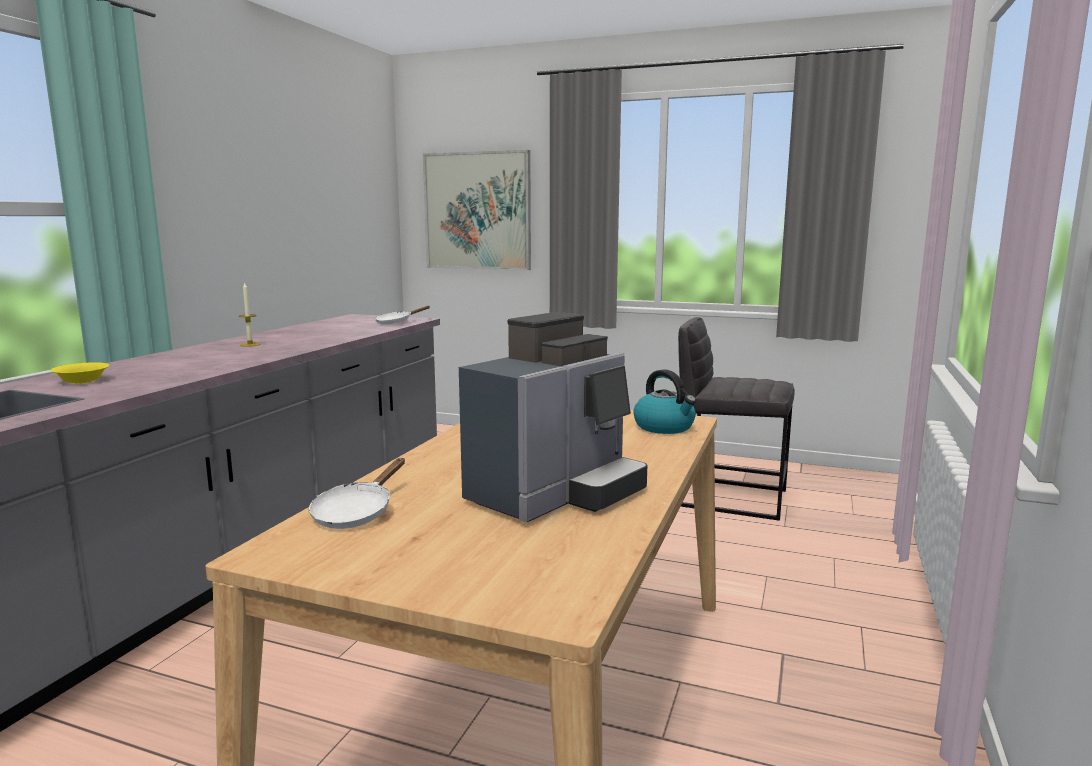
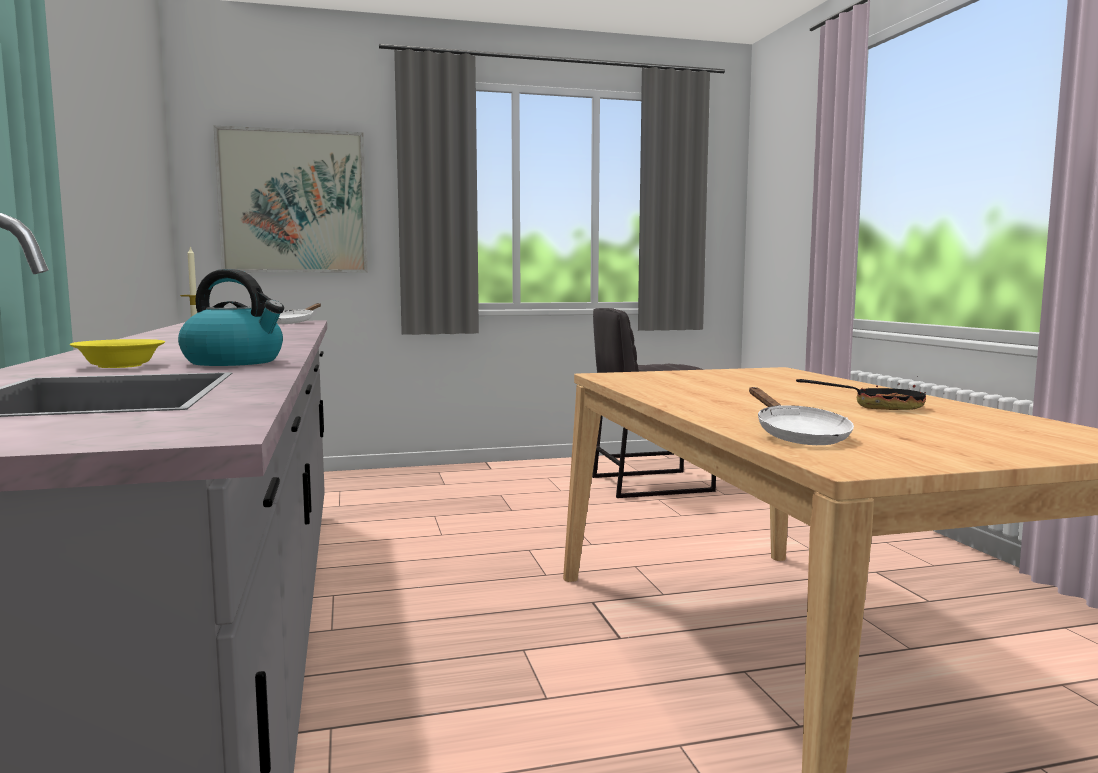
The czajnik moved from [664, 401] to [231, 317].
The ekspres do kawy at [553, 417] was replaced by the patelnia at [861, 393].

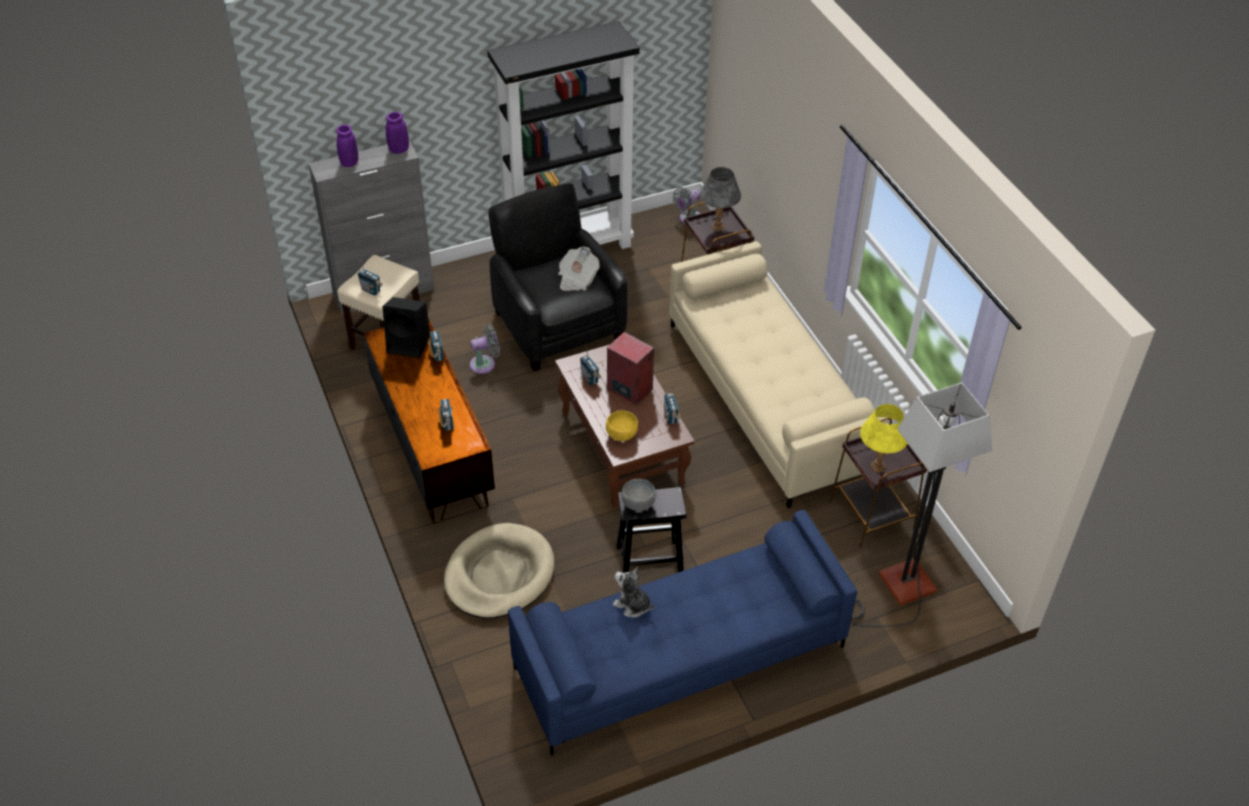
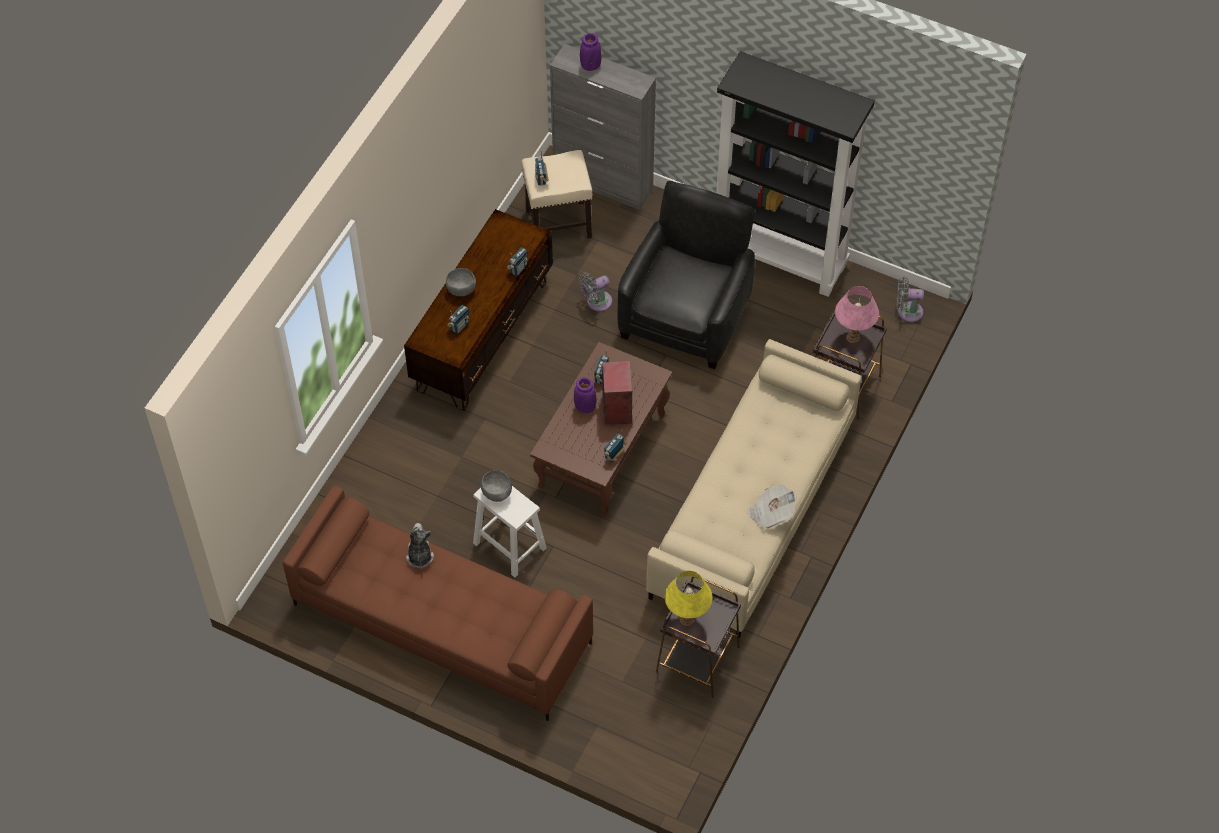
The kanapa (niebieski) at [682, 632] became the kanapa (brązowy) at [438, 603].
The miska (szary) at [461, 282] appeared.
The stołek (czarny) at [652, 530] became the stołek (biały) at [510, 531].
The wazon (fioletowy) moved from [397, 133] to [585, 395].
The wentylator (szary) at [485, 349] turned 120 degrees clockwise.
The gazeta moved from [579, 268] to [772, 507].
The lampa stołowa (szary) at [720, 199] became the lampa stołowa (różowy) at [857, 315].
The głośnik (czarny) at [406, 327] disappeared.
The legowisko (beżowy) at [499, 571] disappeared.
The miska (żółty) at [622, 425] disappeared.
The lampa stojąca at [921, 504] disappeared.

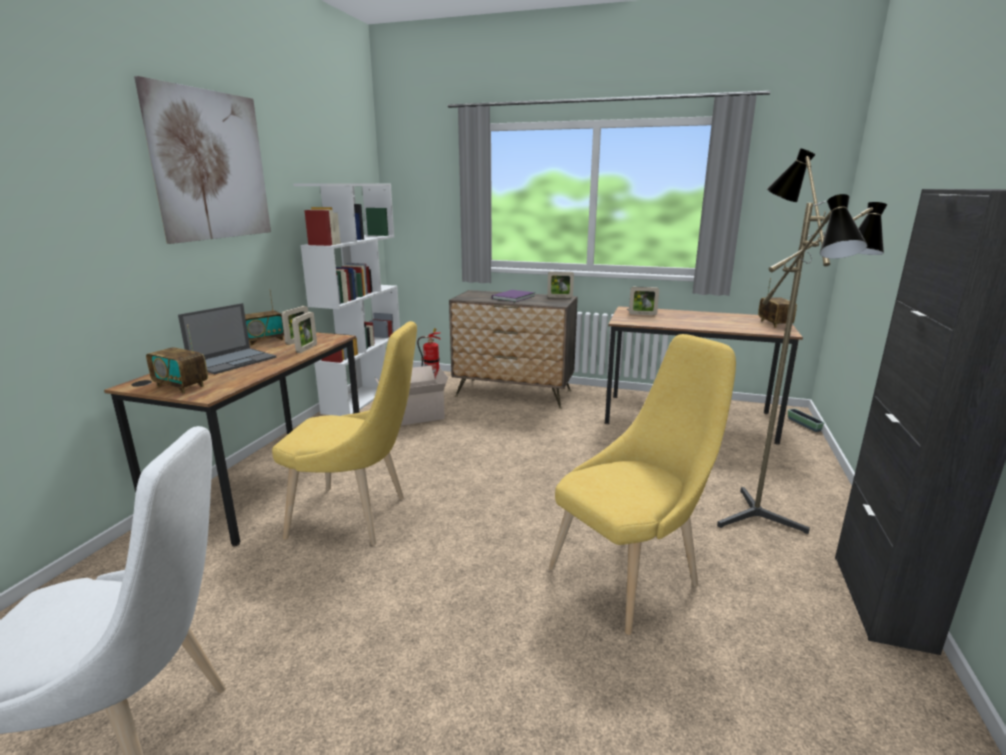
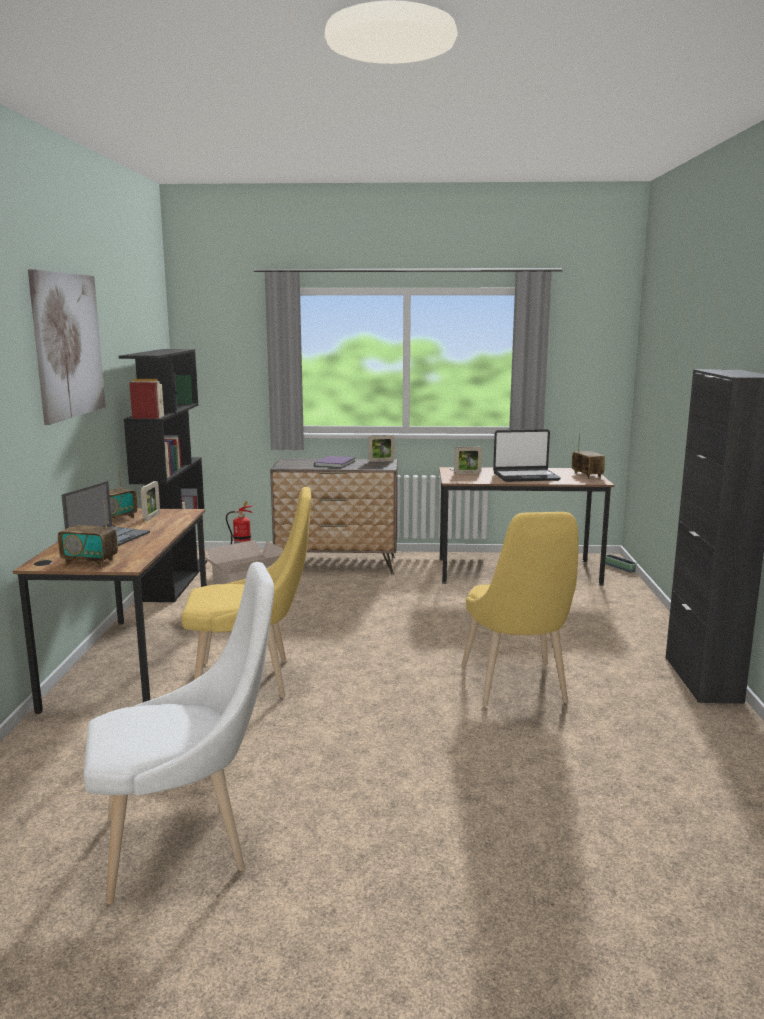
The regał (biały) at [346, 299] became the regał (czarny) at [163, 475].
The krzesło (żółty) at [642, 484] turned 135 degrees clockwise.
The laptop at [527, 455] appeared.
The ramka na zdjęcie at [304, 332] disappeared.
The lampa stojąca at [802, 341] disappeared.

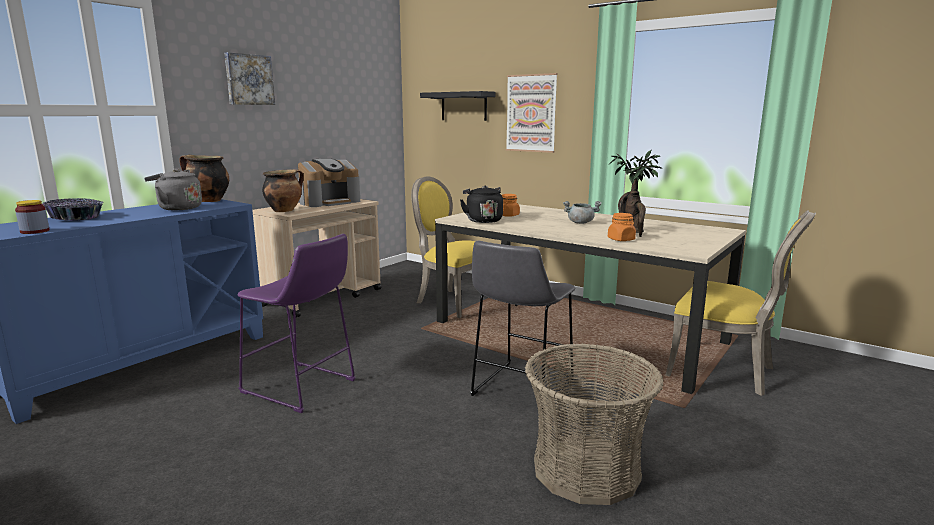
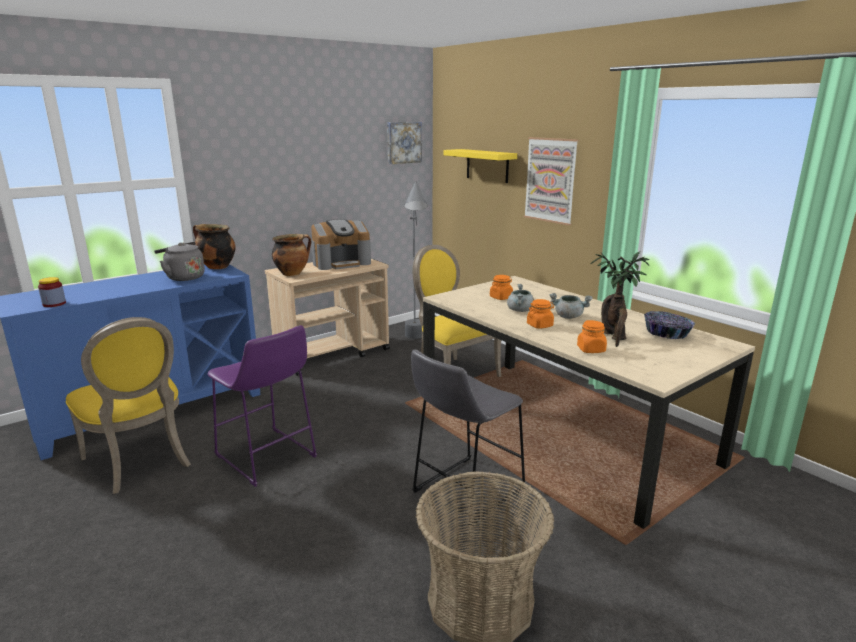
The krzesło (żółty) moved from [741, 303] to [128, 405].
The obraz moved from [250, 78] to [404, 143].
The lampa stojąca (szary) at [415, 260] appeared.
The półka (czarny) at [458, 106] became the półka (żółty) at [480, 166].
The garnek (szary) at [520, 298] appeared.
The słoik (pomarańczowy) at [540, 314] appeared.
The miska moved from [73, 209] to [669, 325].
The czajnik (czarny) at [481, 204] disappeared.

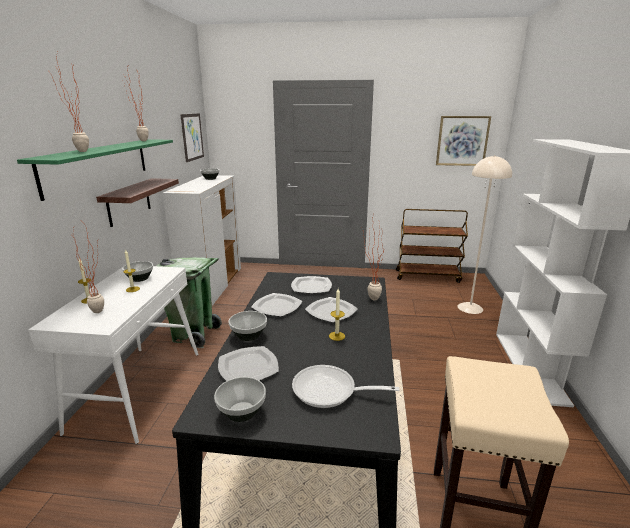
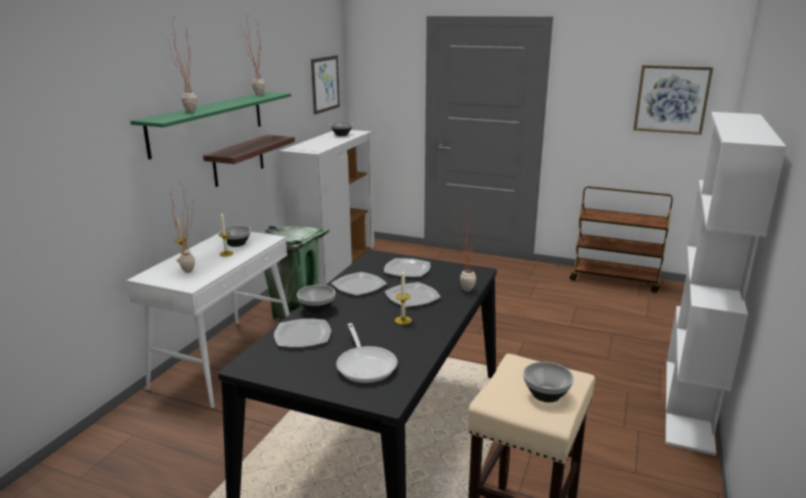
The patelnia at [345, 386] turned 135 degrees counterclockwise.
The miska moved from [240, 399] to [548, 382].
The lampa stojąca (beżowy) at [485, 234] disappeared.

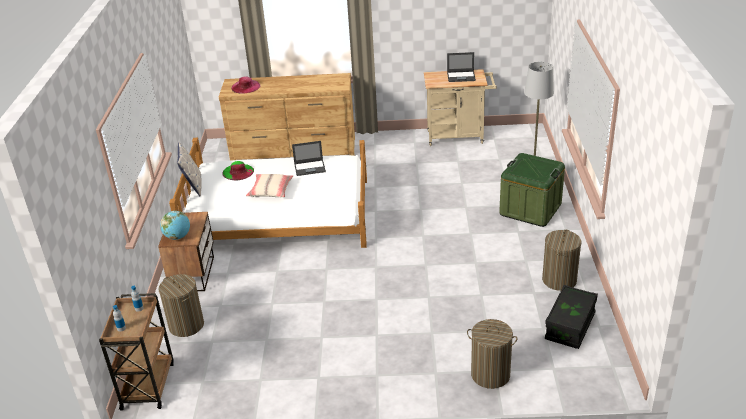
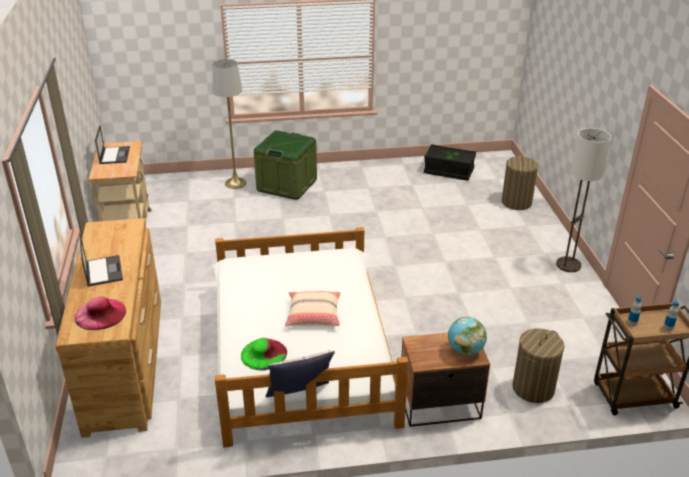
The laptop moved from [309, 158] to [101, 260].
The lampa stojąca at [584, 200] appeared.
The kosz na pranie at [561, 260] disappeared.

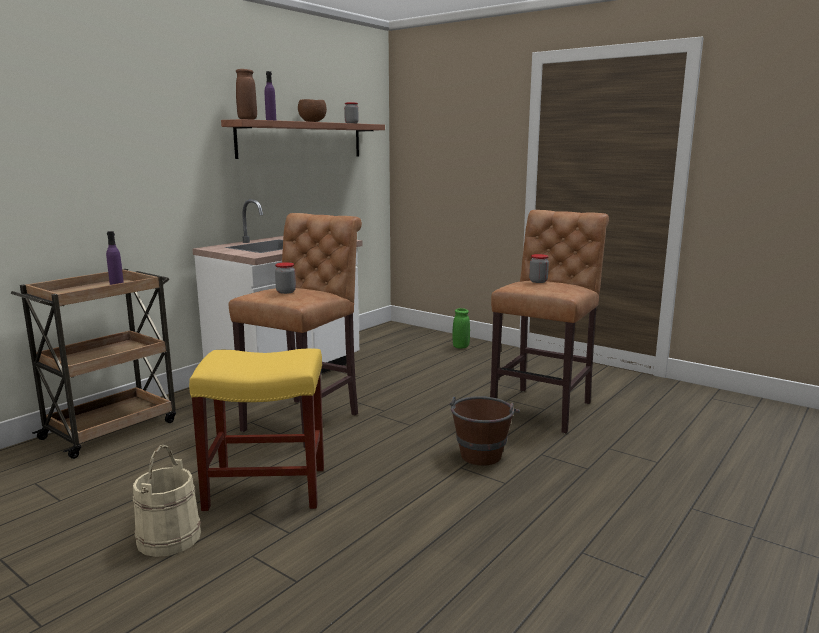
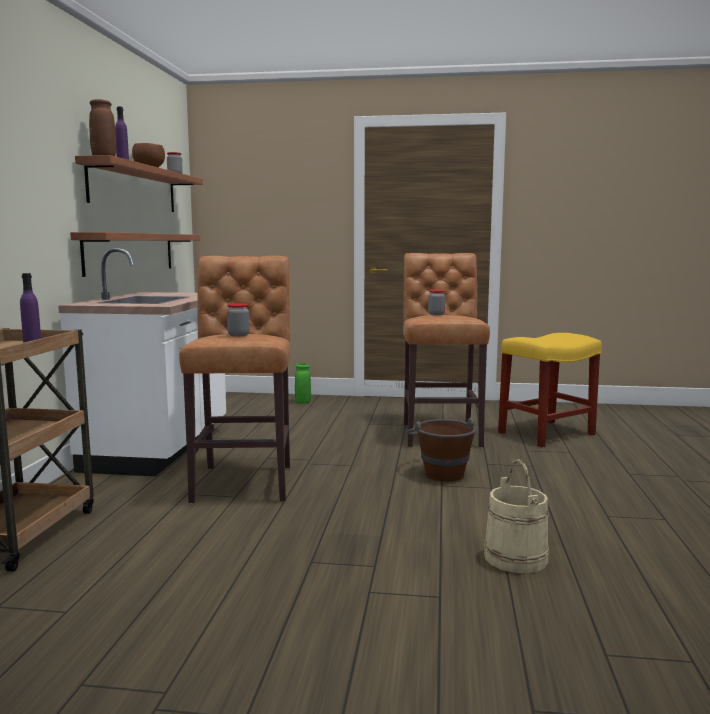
The półka at [135, 254] appeared.
The wiadro (beżowy) moved from [167, 501] to [516, 516].
The stołek (żółty) moved from [256, 430] to [550, 390].

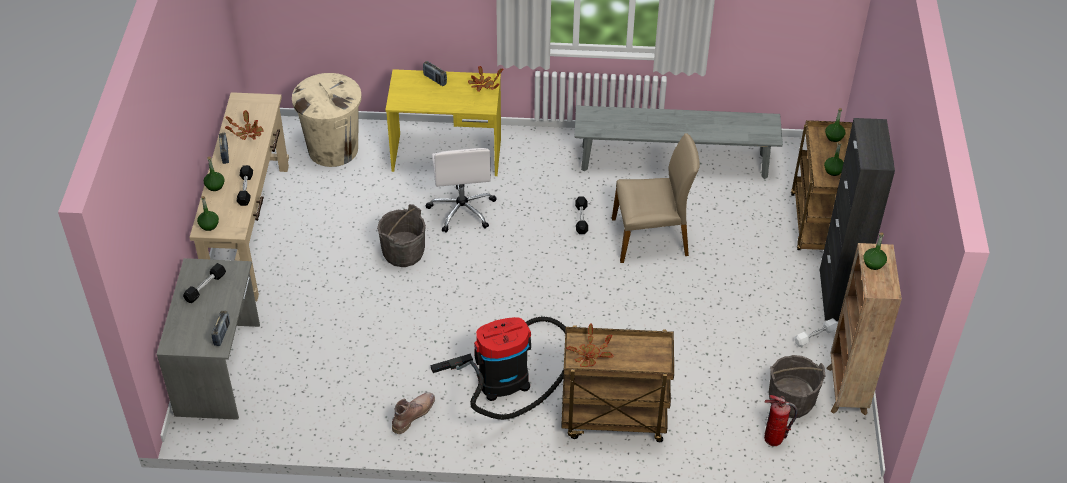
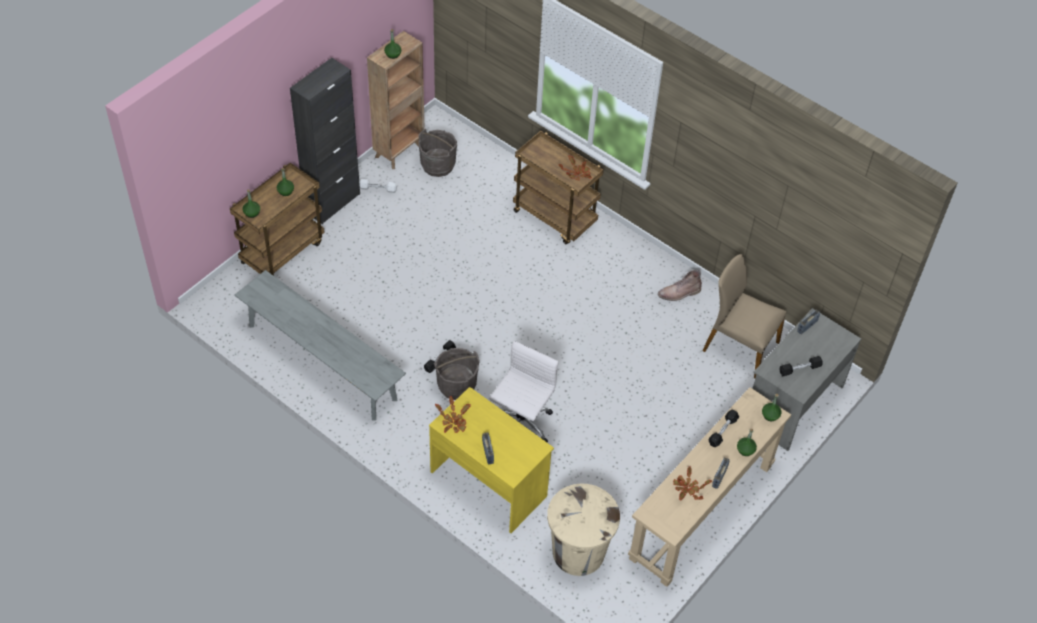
The wiadro (szary) moved from [401, 235] to [457, 374].
The krzesło (beżowy) moved from [656, 198] to [744, 316].
The odkurzacz at [498, 368] disappeared.
The gaśnica at [781, 420] disappeared.

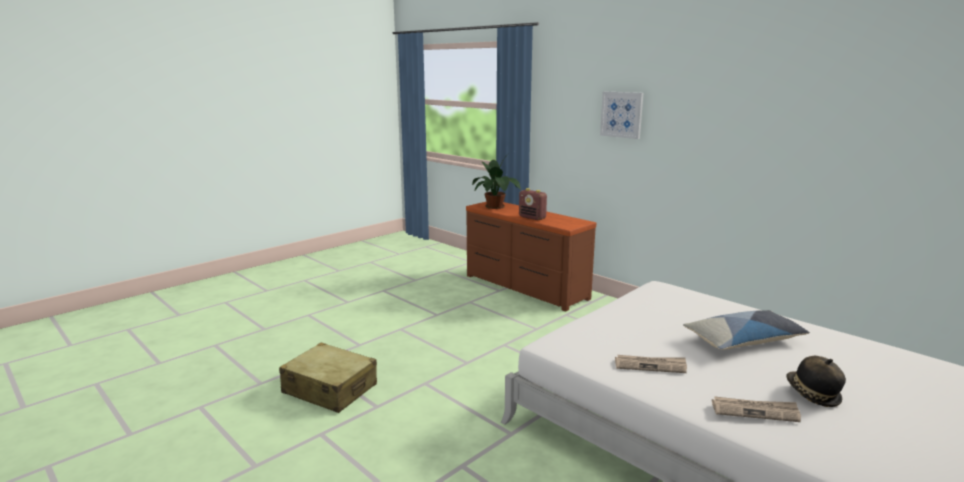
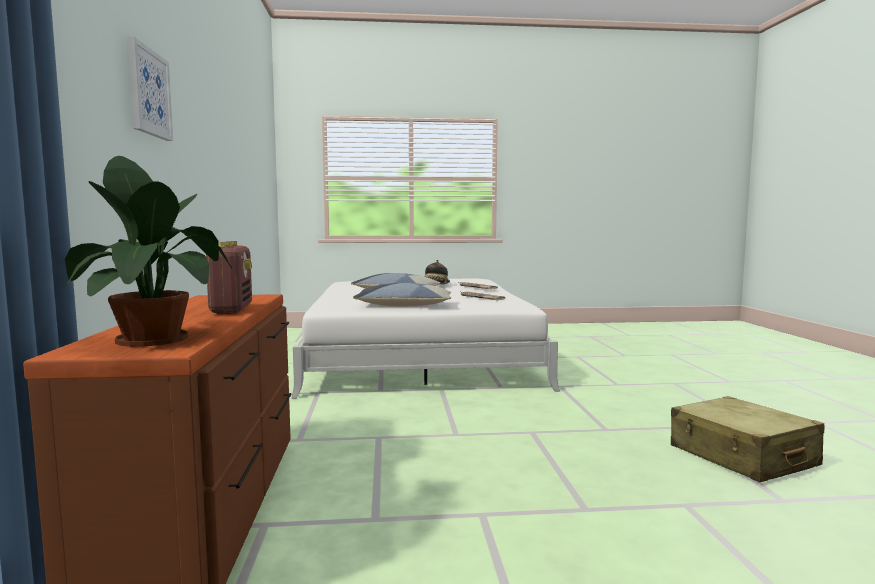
The poduszka at [402, 295] appeared.

